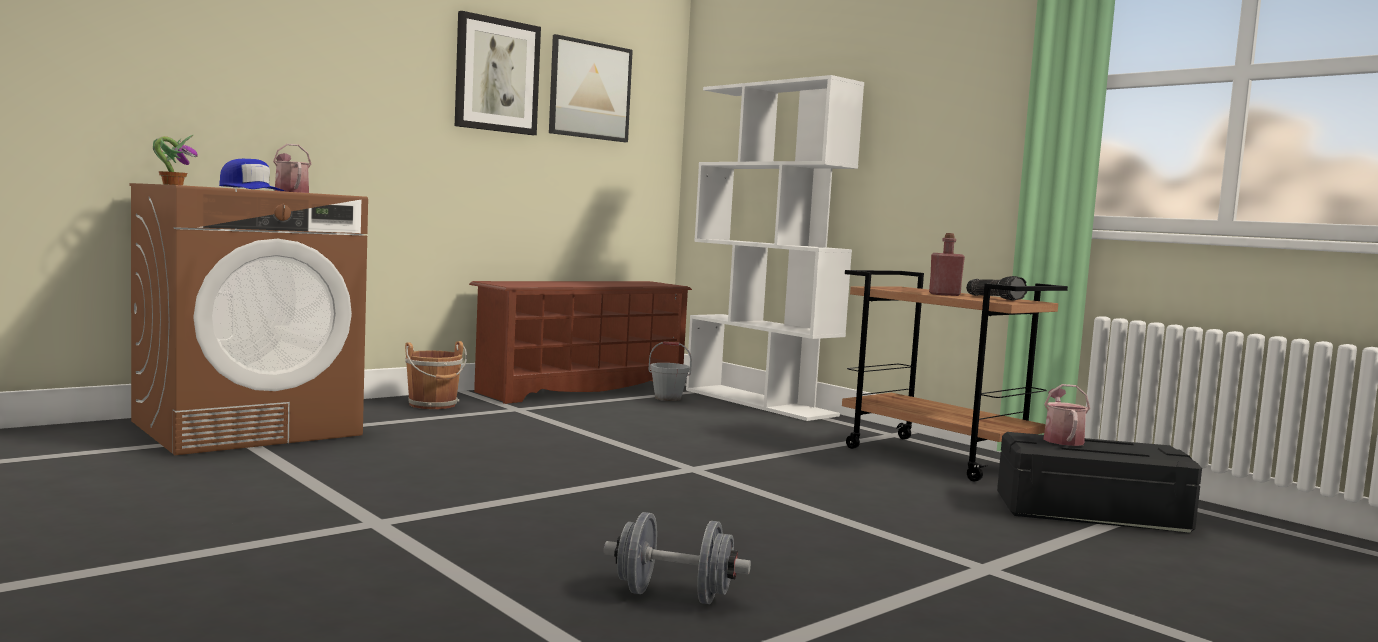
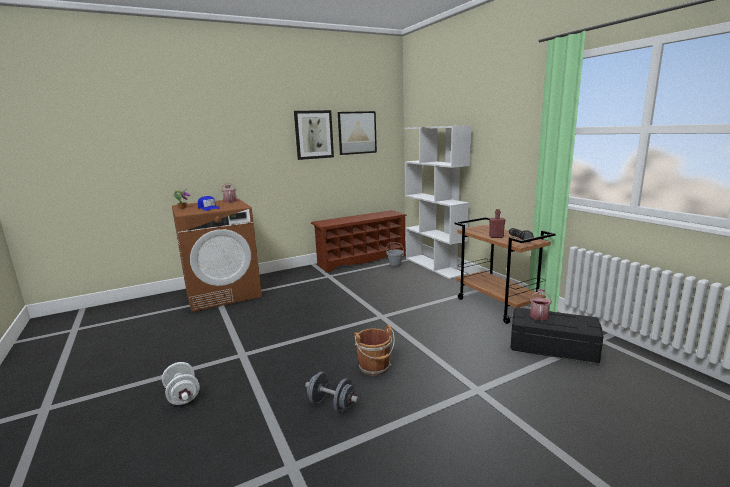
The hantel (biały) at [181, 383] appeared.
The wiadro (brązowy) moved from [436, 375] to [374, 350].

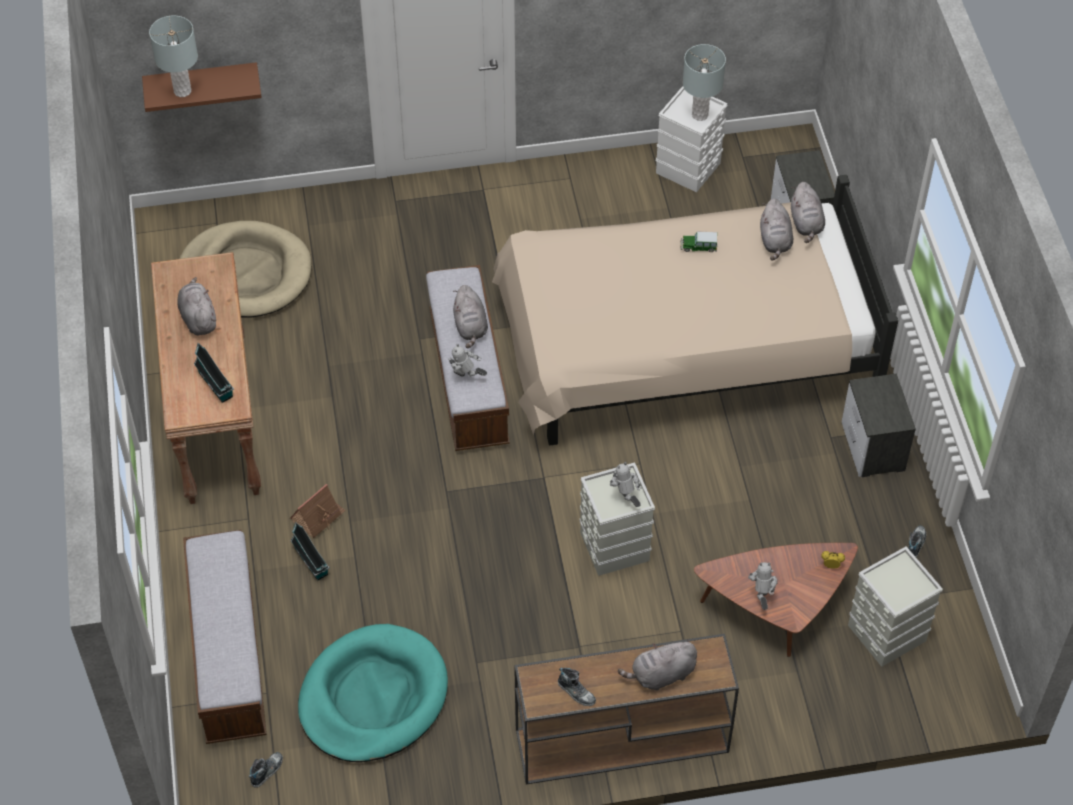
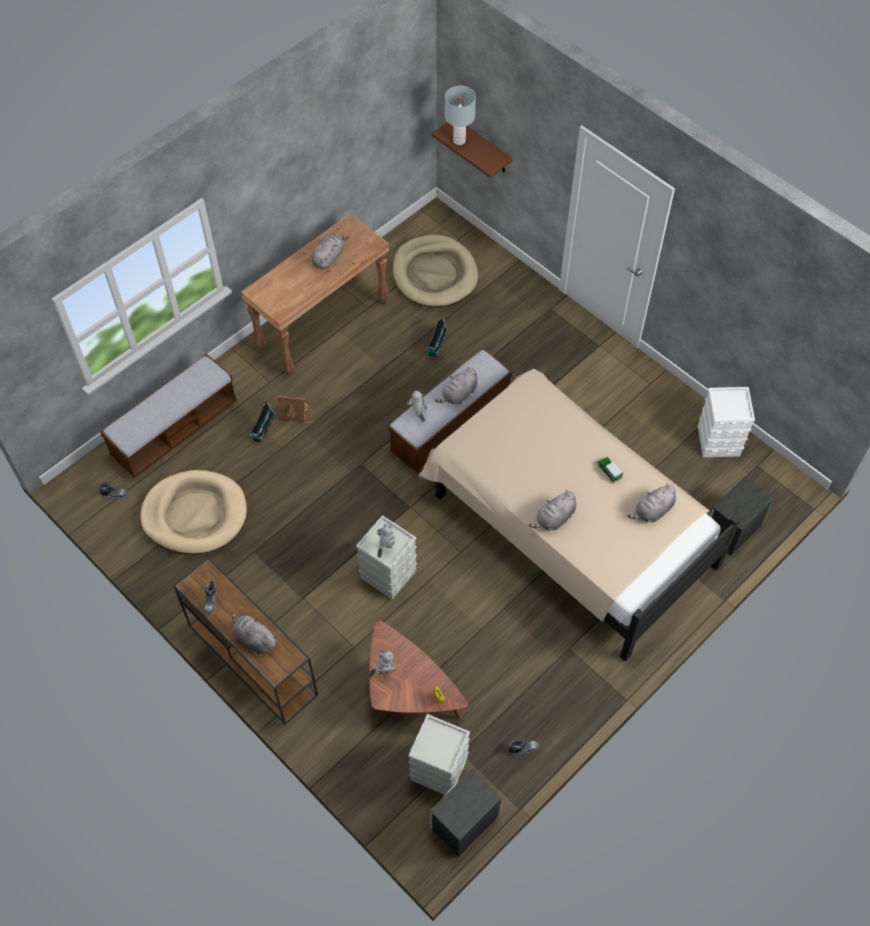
The legowisko (turkusowy) at [373, 693] became the legowisko (beżowy) at [193, 512].
The domek moved from [214, 373] to [437, 336].
The szafka nocna moved from [879, 425] to [466, 813].
The pluszak (szary) moved from [808, 212] to [552, 510].
The lampa stołowa (szary) at [704, 82] disappeared.

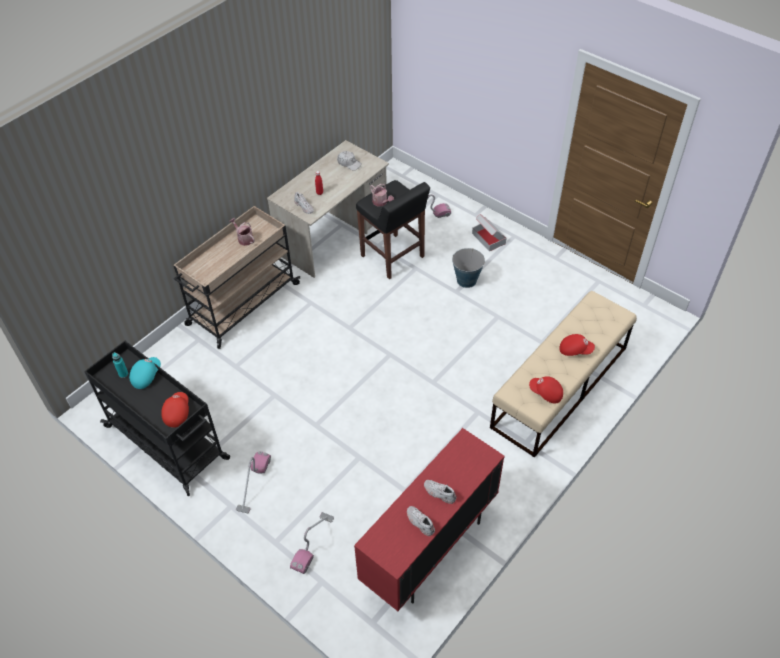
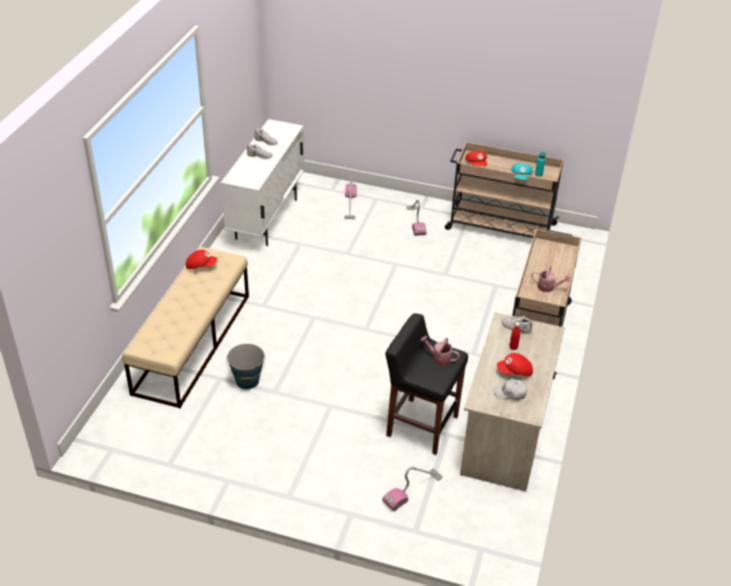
The szafka (czerwony) at [429, 519] became the szafka (biały) at [262, 182].
The wiadro moved from [468, 268] to [245, 366].
The wózek (czarny) at [157, 418] became the wózek (beżowy) at [504, 190].
The czapka z daszkiem (czerwony) moved from [577, 345] to [515, 364].
The karton at [489, 232] disappeared.

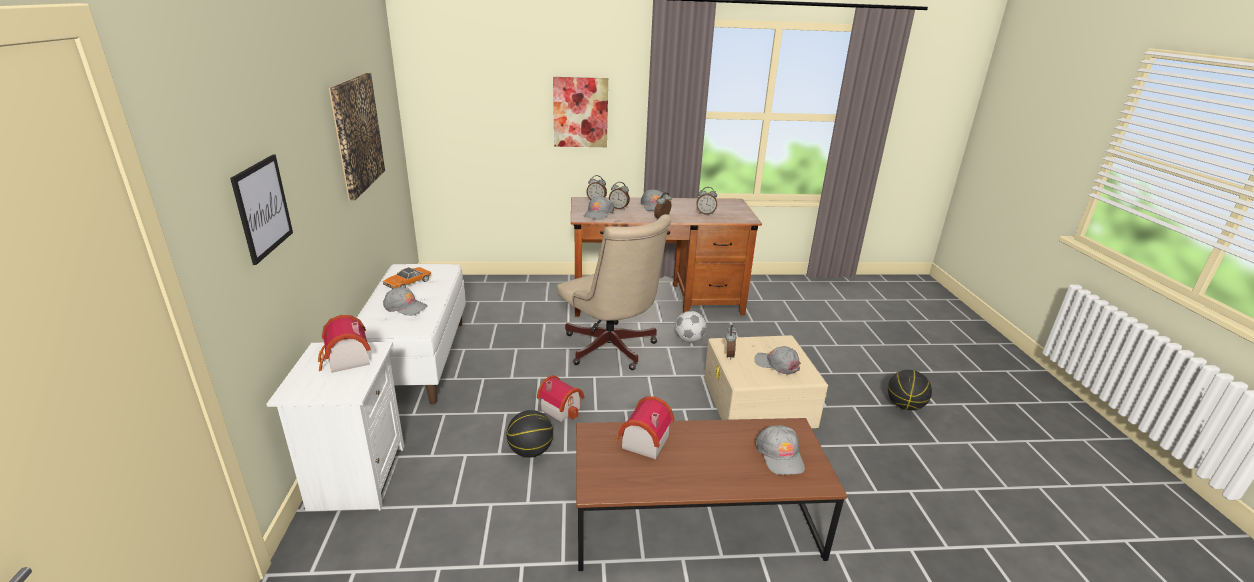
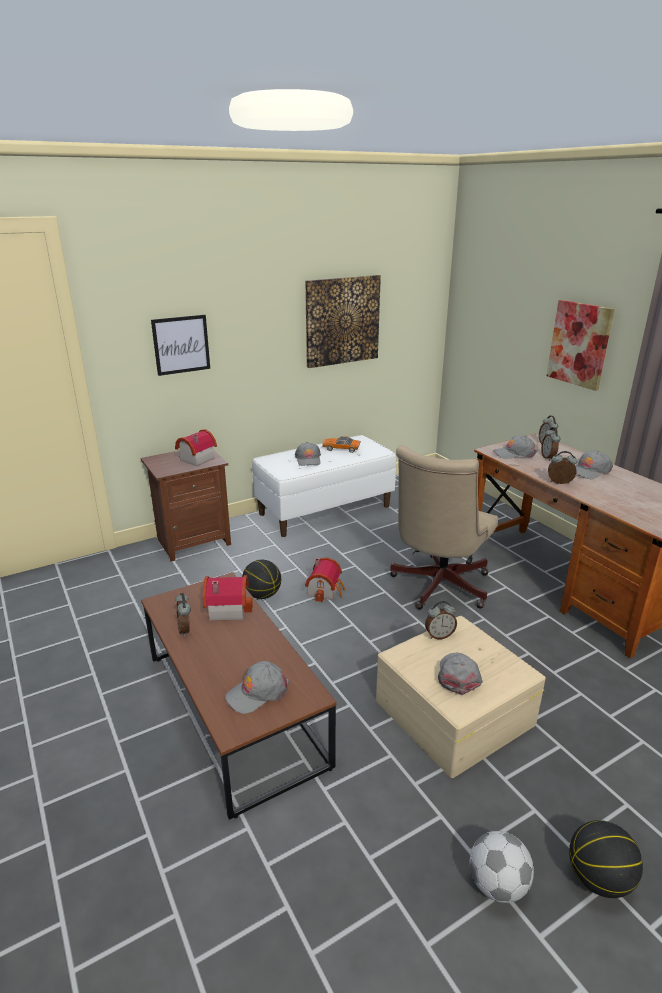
The szafka nocna (biały) at [335, 426] became the szafka nocna (brązowy) at [186, 506].
The budzik moved from [707, 201] to [183, 614].
The piłka futbolowa moved from [690, 326] to [502, 867].

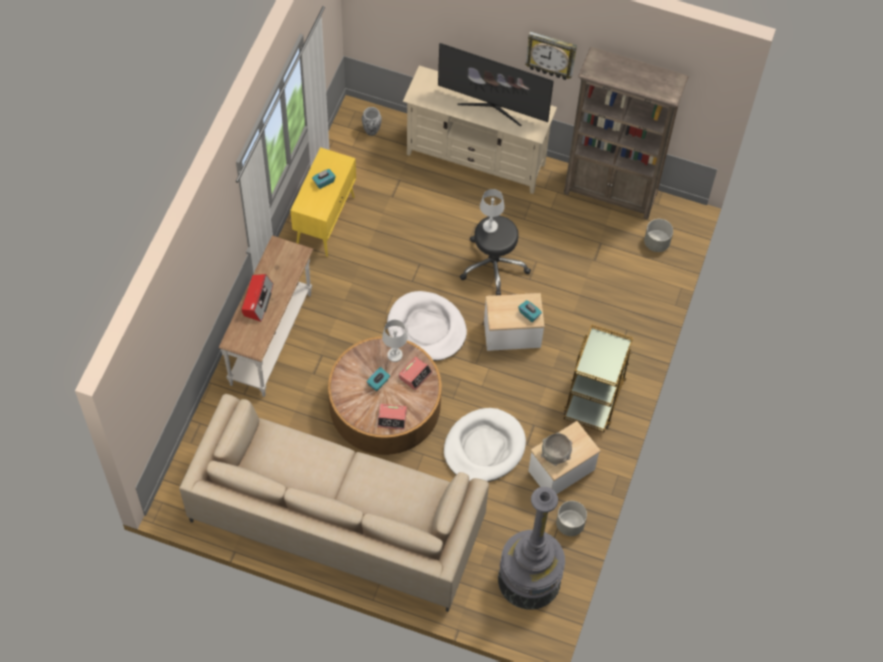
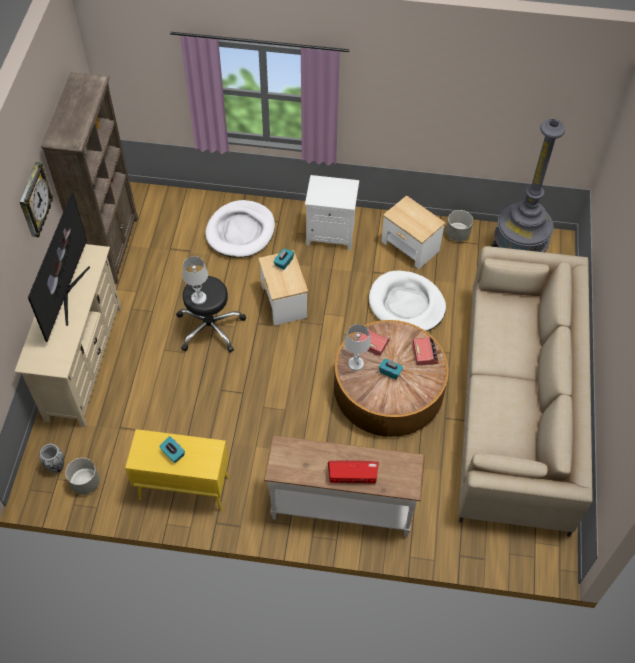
The donica (szary) moved from [658, 235] to [82, 476].
The legowisko (biały) moved from [427, 326] to [240, 229].
The wózek (brązowy) at [598, 378] was replaced by the szafka nocna (biały) at [332, 212].
The miska (szary) at [556, 449] disappeared.

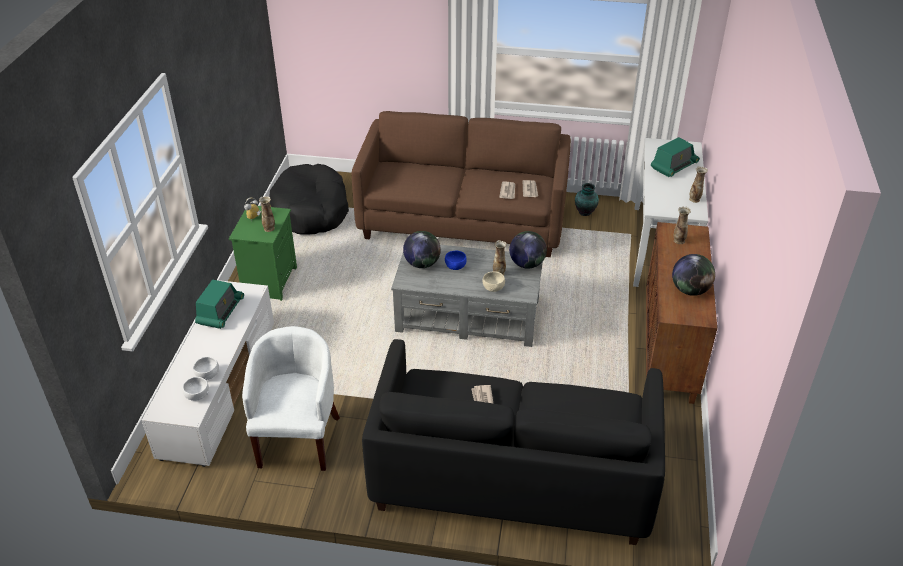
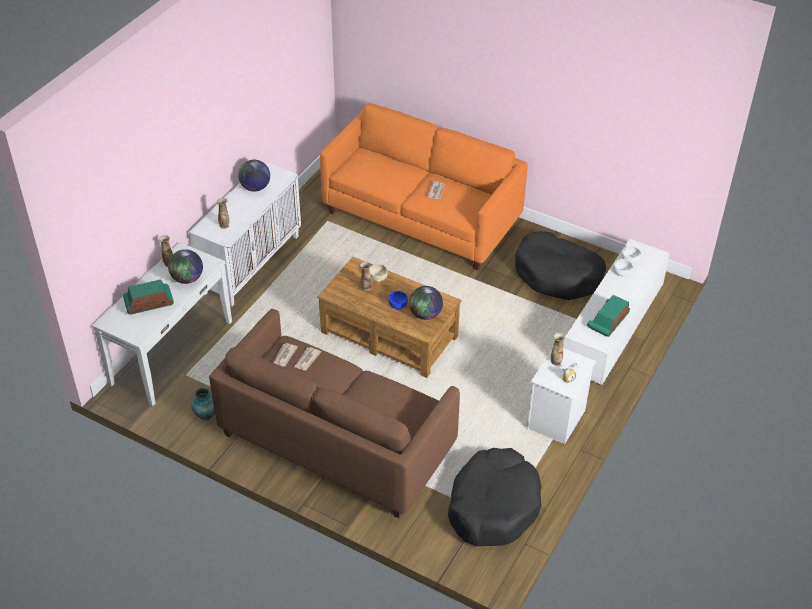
The globus moved from [528, 250] to [185, 266].
The szafka (brązowy) at [681, 313] became the szafka (biały) at [245, 234].
The ława (szary) at [467, 296] became the ława (brązowy) at [389, 317].
The kanapa (czarny) at [513, 442] became the kanapa (pomarańczowy) at [424, 186].
The fotel (biały) at [291, 398] was replaced by the legowisko (czarny) at [560, 265].
The szafka nocna (zielony) at [263, 253] became the szafka nocna (biały) at [561, 396].

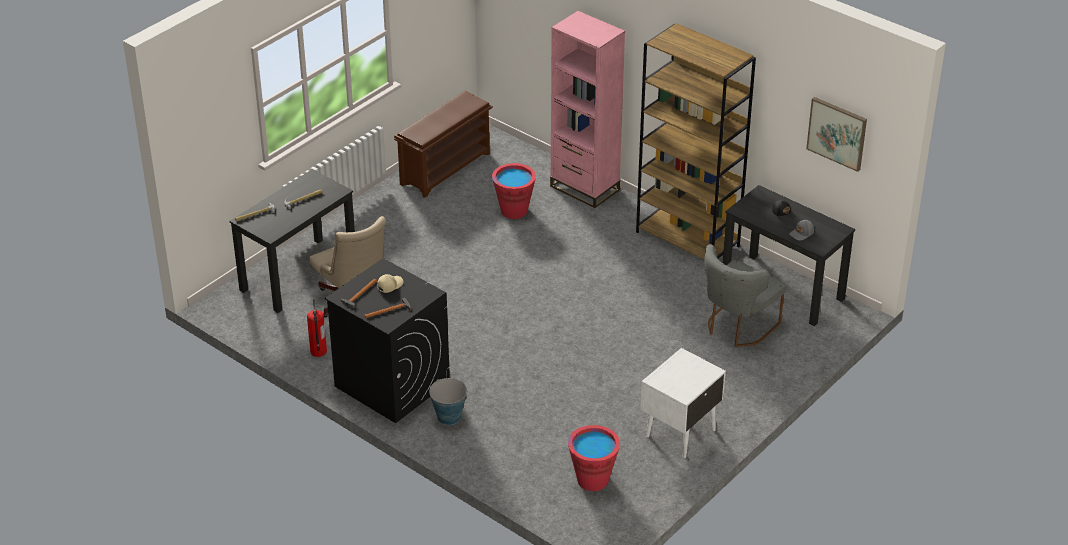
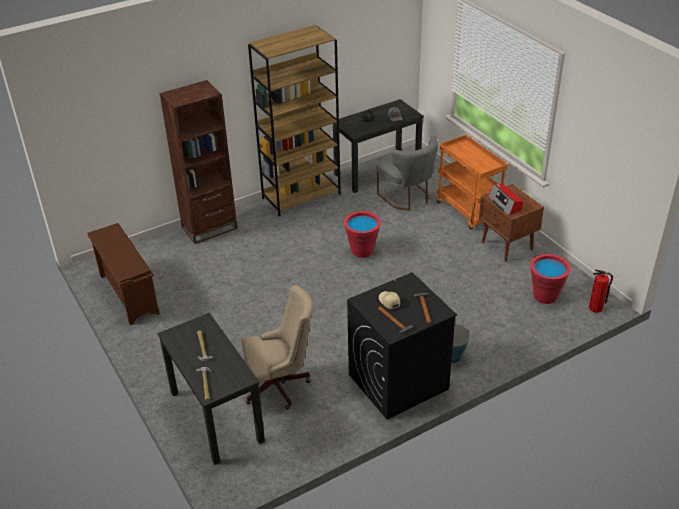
The regał (różowy) at [587, 109] became the regał (brązowy) at [199, 162].
The wiadro (czerwony) moved from [514, 191] to [362, 234].
The wózek (pomarańczowy) at [472, 182] appeared.
The szafka nocna (biały) at [683, 403] became the szafka nocna (brązowy) at [511, 223].
The radio at [505, 199] appeared.
The gaśnica moved from [317, 328] to [601, 291].
The obraz at [836, 134] disappeared.

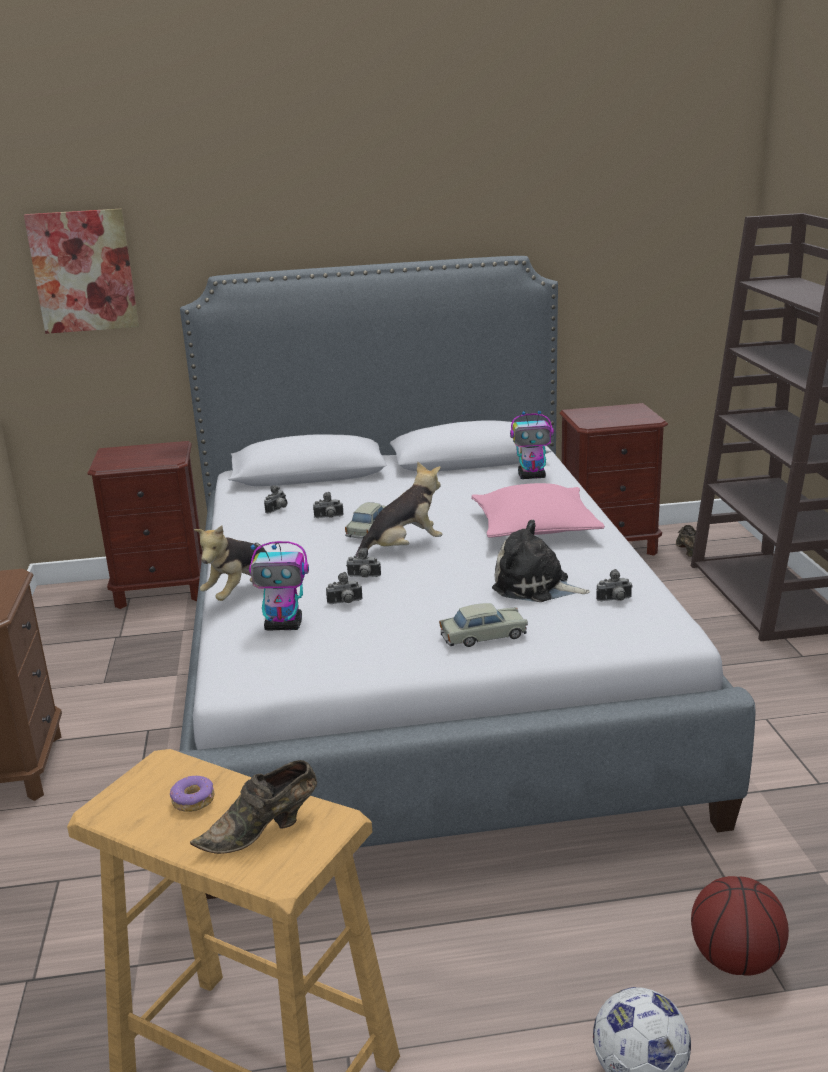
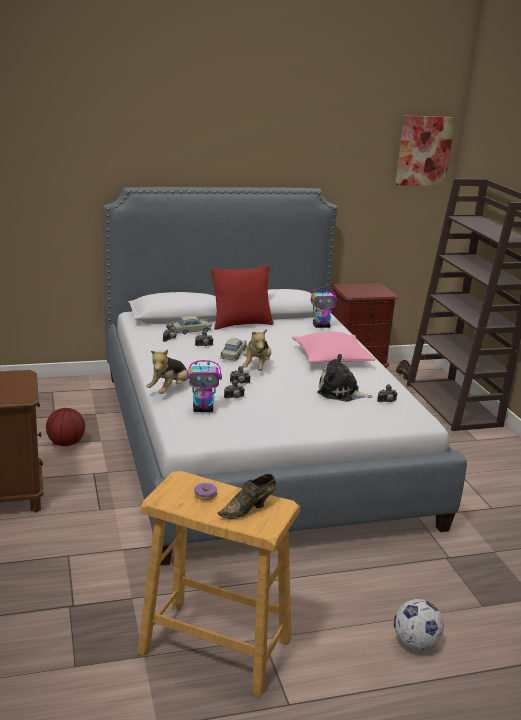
The piłka do koszykówki moved from [740, 926] to [65, 427].
The samochodzik (beżowy) moved from [483, 625] to [191, 325].
The poduszka (czerwony) at [242, 297] appeared.
The pluszak at [398, 509] turned 135 degrees clockwise.
The obraz moved from [81, 271] to [425, 151].
The szafka nocna (brązowy) at [145, 525] disappeared.

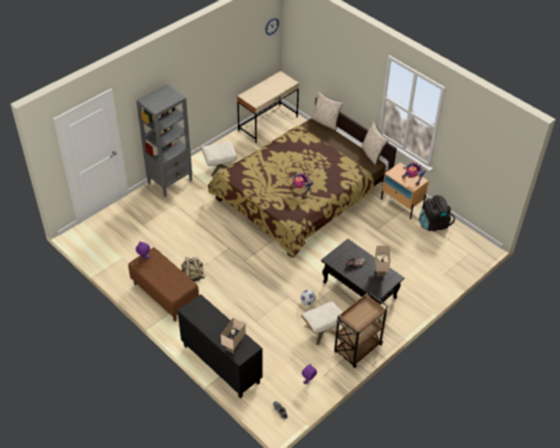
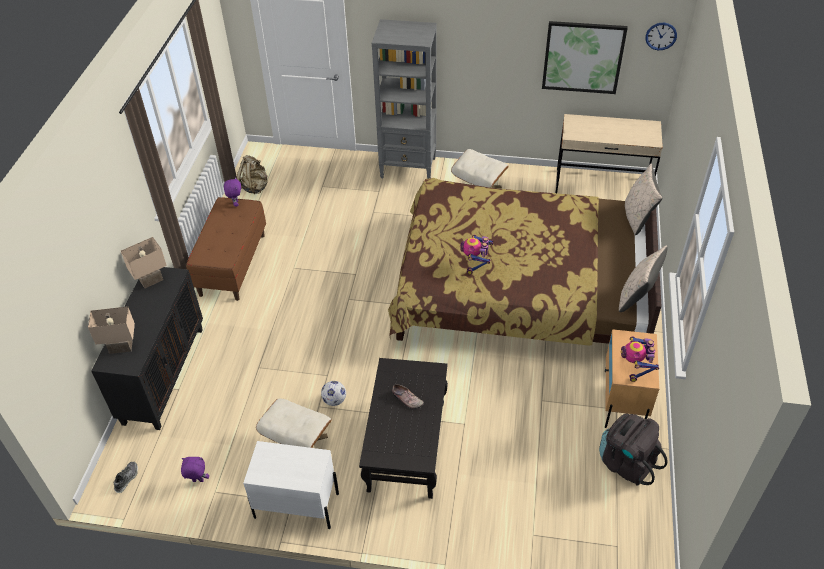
The lampa stołowa (beżowy) moved from [382, 261] to [144, 262].
The plecak (beżowy) moved from [193, 269] to [252, 174].
The wózek (brązowy) at [361, 330] was replaced by the szafka nocna (biały) at [291, 485].
The obraz at [585, 57] appeared.

